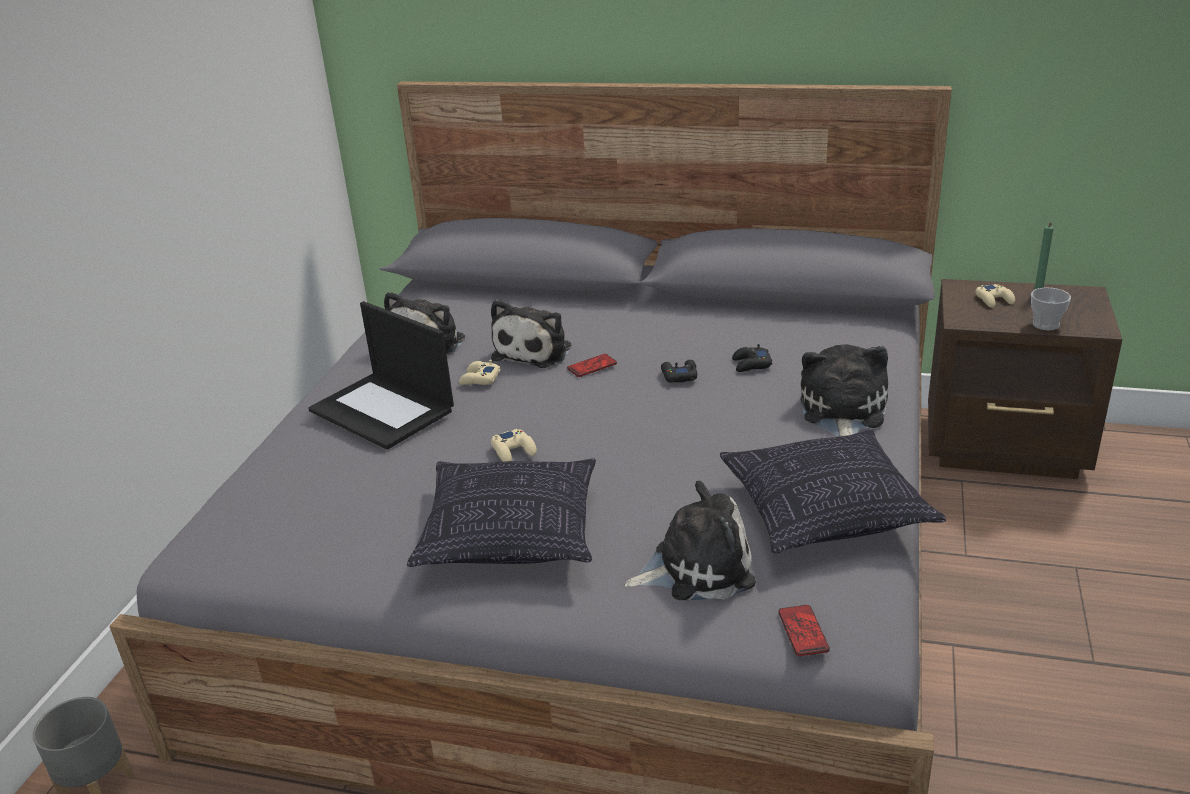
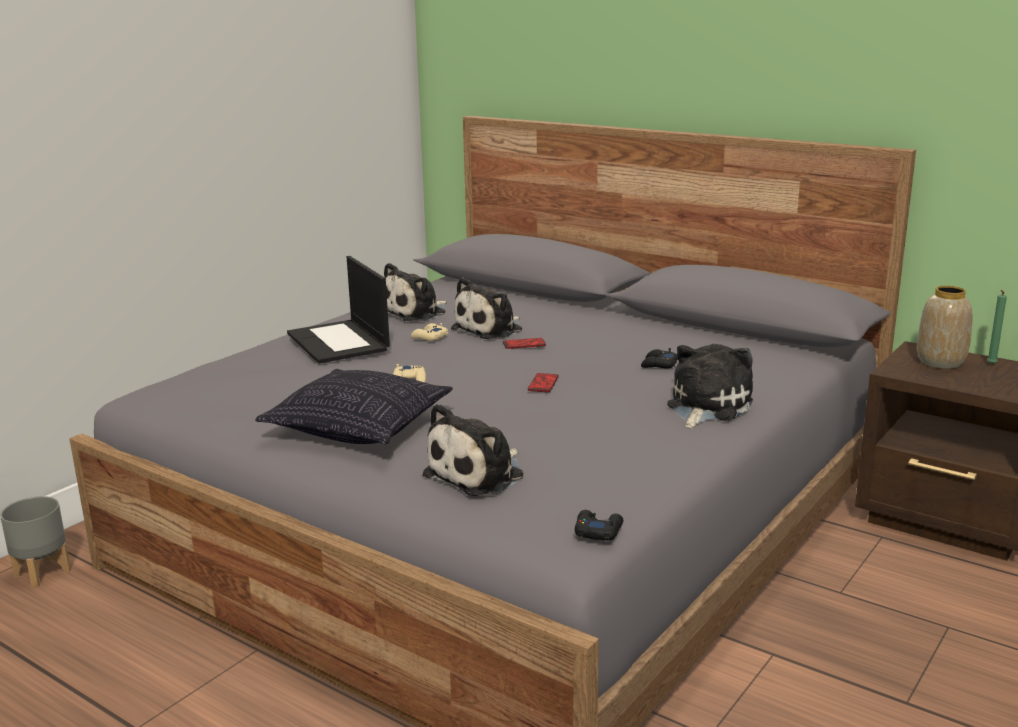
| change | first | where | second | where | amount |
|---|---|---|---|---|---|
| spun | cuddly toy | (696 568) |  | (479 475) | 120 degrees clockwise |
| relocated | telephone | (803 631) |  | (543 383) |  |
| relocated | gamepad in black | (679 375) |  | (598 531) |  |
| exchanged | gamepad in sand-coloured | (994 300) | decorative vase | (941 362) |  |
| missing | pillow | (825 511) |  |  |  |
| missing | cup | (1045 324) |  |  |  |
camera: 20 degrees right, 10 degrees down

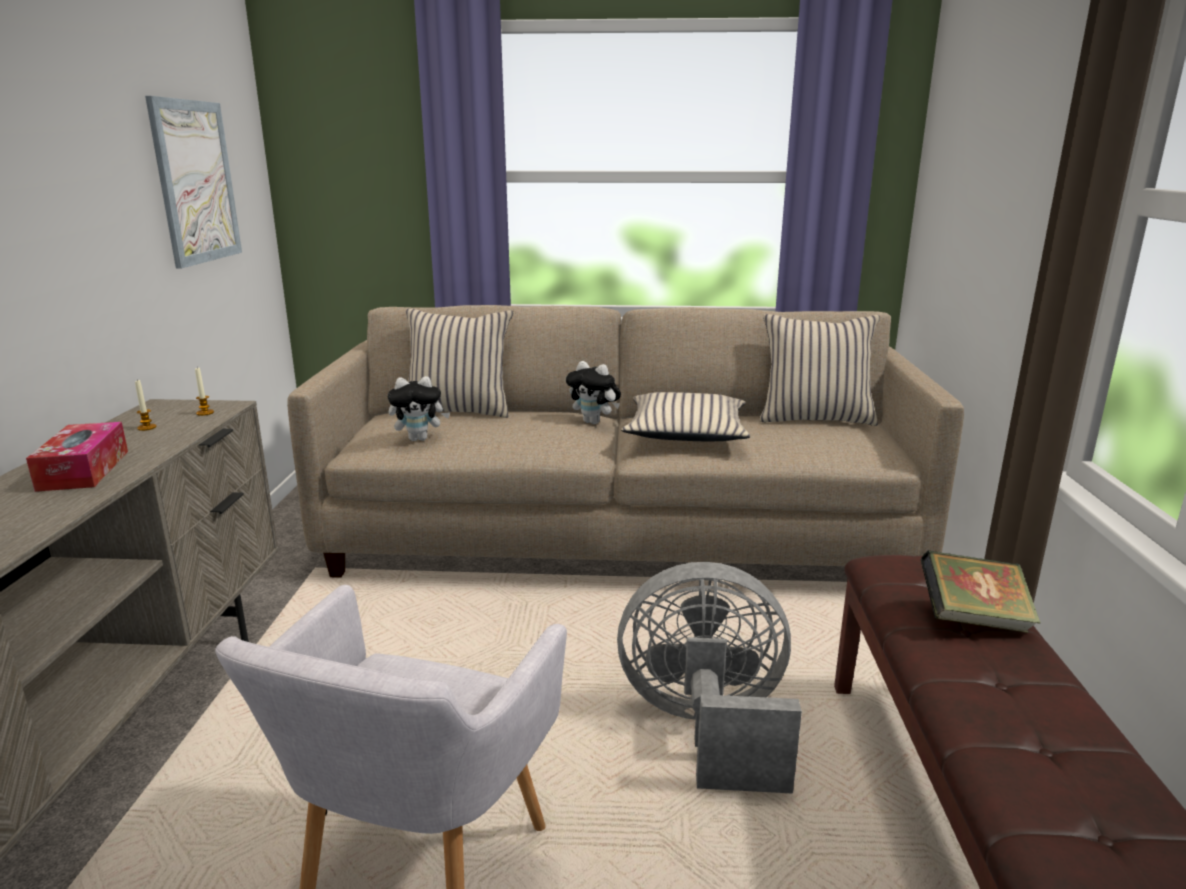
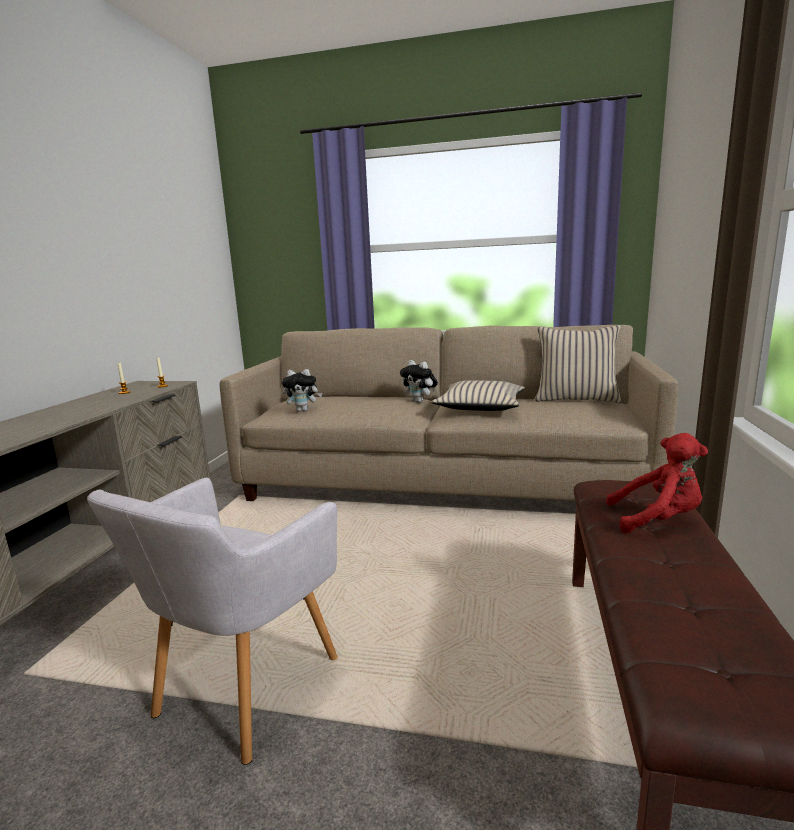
| change | first | where | second | where | amount |
|---|---|---|---|---|---|
| exchanged | bound book | (973 619) | cuddly toy in red-coloured | (657 520) |  |
| missing | tissue holder | (84 470) |  |  |  |
| missing | wall picture | (196 182) |  |  |  |
| missing | pillow in sand-coloured | (458 410) |  |  |  |
| missing | electric fan in gray | (706 728) |  |  |  |
camera: 10 degrees right, 5 degrees down

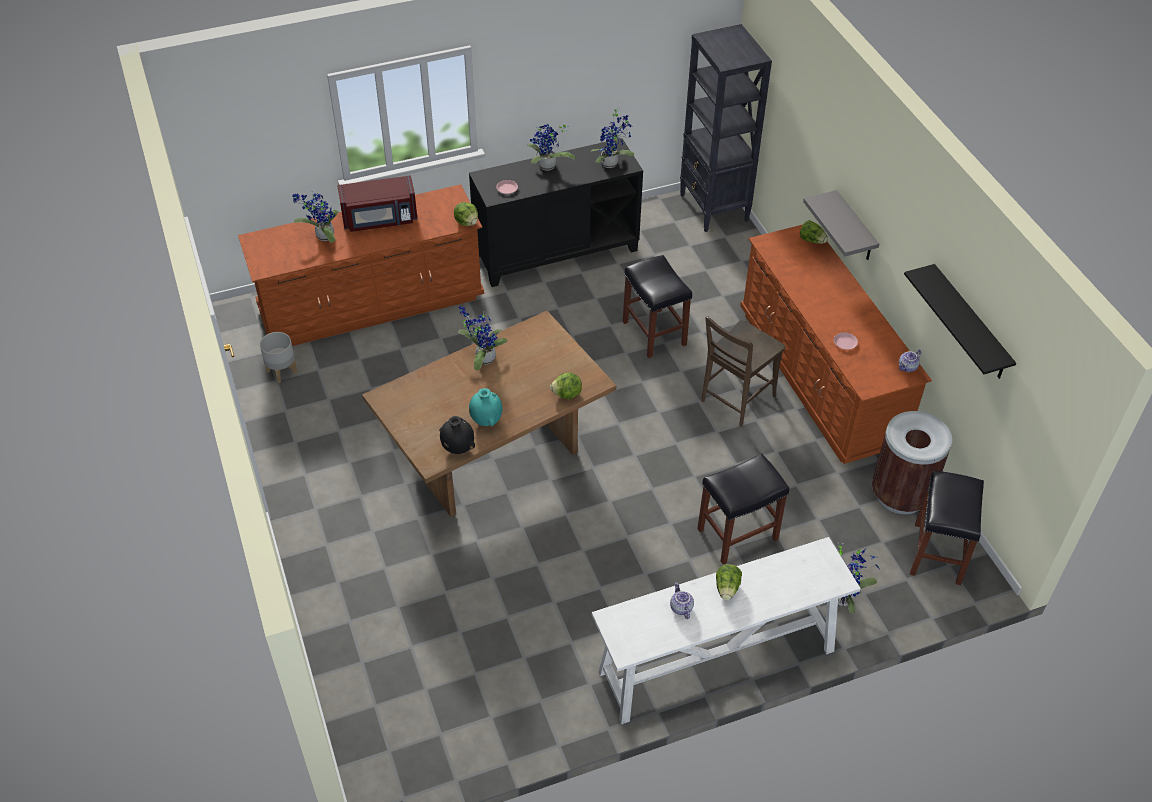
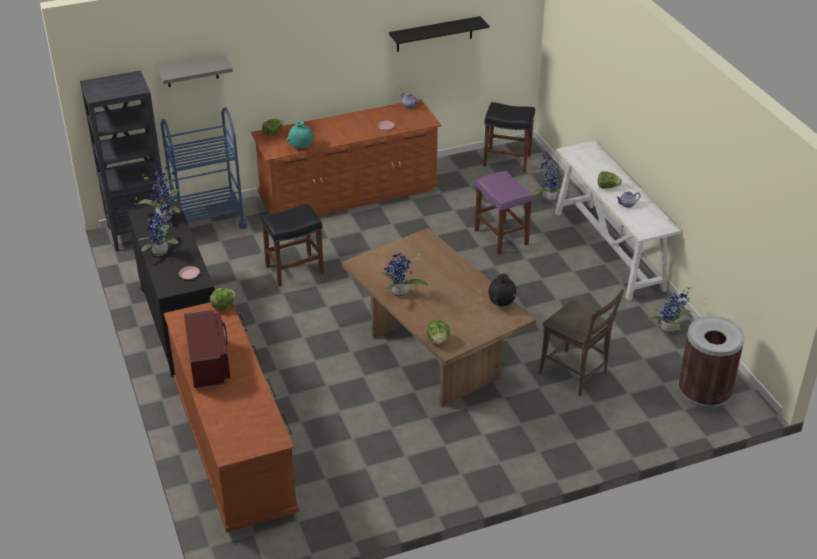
| change | first | where | second | where | amount |
|---|---|---|---|---|---|
| relocated | wall shelf in gray | (855 228) |  | (192 71) |  |
| appeared |  |  | cart in blue-coloured | (208 221) |  |
| relocated | decorative vase in blue-green | (486 420) |  | (301 147) |  |
| relocated | head of lettuce | (567 394) |  | (438 340) |  |
| colour | stool seat in black | (737 535) | stool seat in purple | (502 237) |  |
| relocated | upright chair in brownish | (735 400) |  | (576 375) |  |
| relocated | plant in a pot | (322 237) |  | (669 330) |  |
| relocated | trash can in brownish | (900 494) |  | (704 394) |  |
| missing | plant pot in gray | (282 371) |  |  |  |
camera: 90 degrees left, 10 degrees down

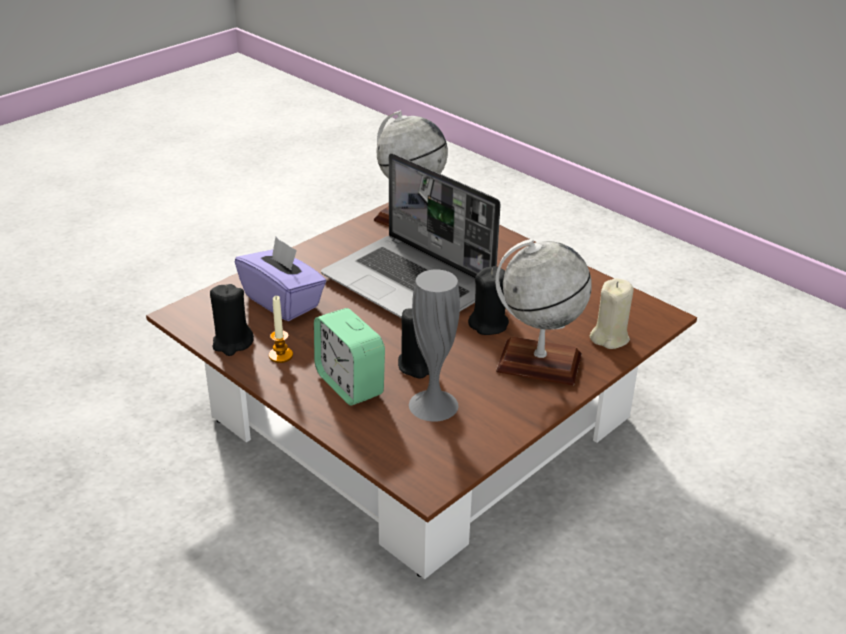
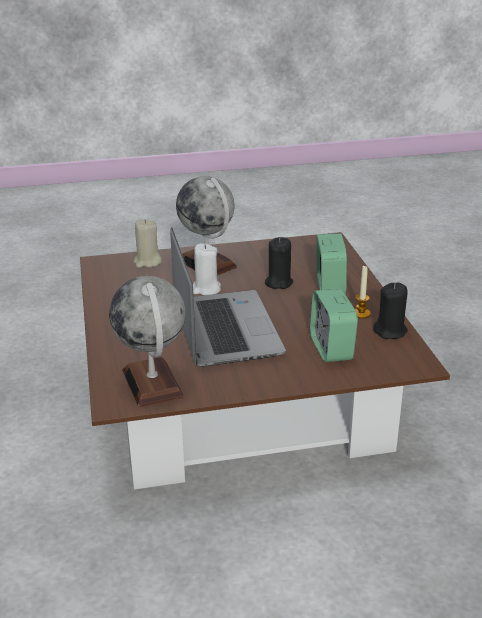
| change | first | where | second | where | amount |
|---|---|---|---|---|---|
| colour | wax candle in black | (489 324) | wax candle in whitish | (206 289) |  |
| exchanged | tissue holder in purple | (283 301) | alarm clock | (331 349) |  |
| missing | decorative vase in gray | (433 405) |  |  |  |
camera: 145 degrees left, 5 degrees down

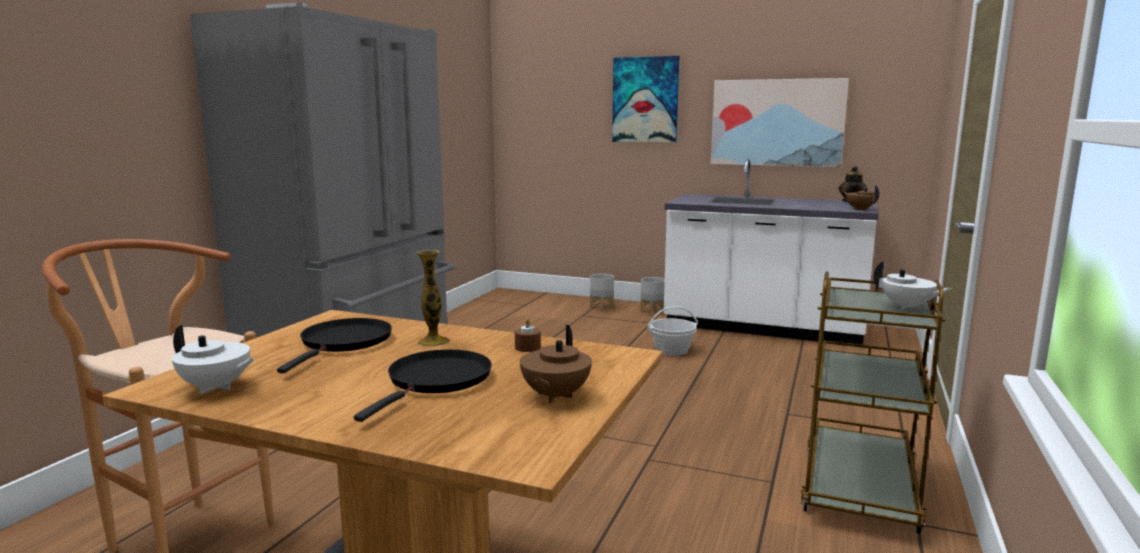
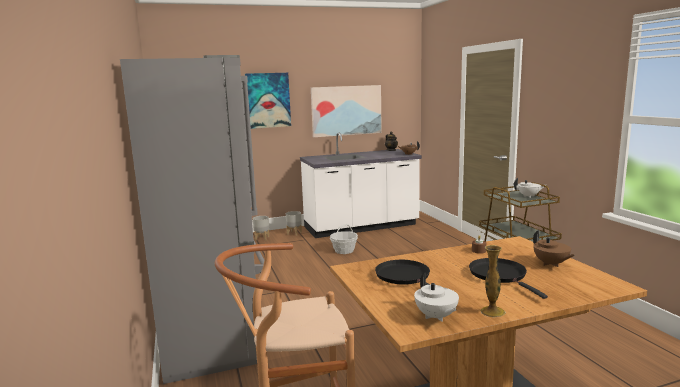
| change | first | where | second | where | amount |
|---|---|---|---|---|---|
| spun | teapot in whitish | (216 387) |  | (436 317) | 90 degrees clockwise |
| relocated | decorative vase | (433 342) |  | (492 312) |  |
camera: 40 degrees left, 0 degrees up

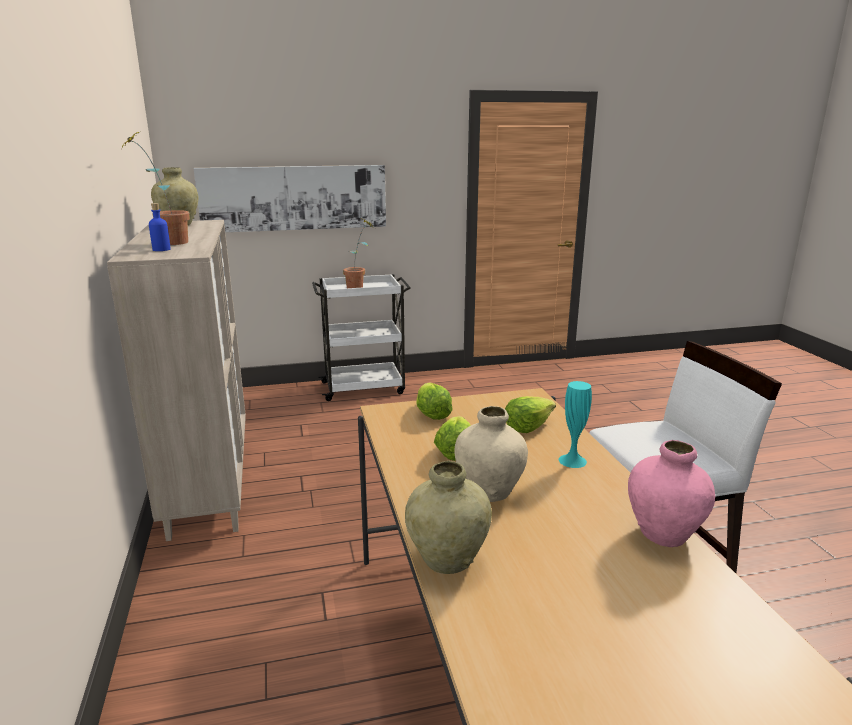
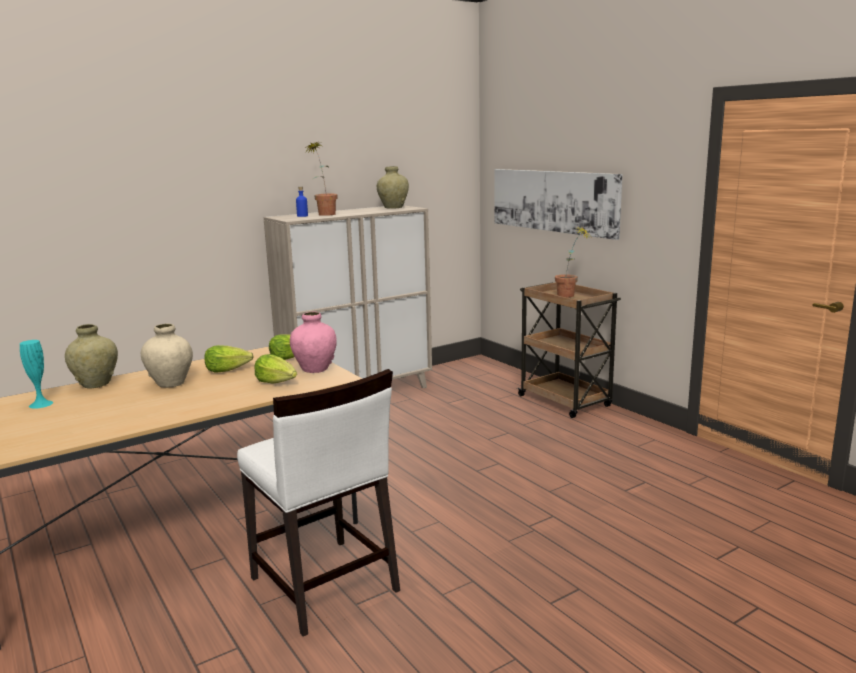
| change | first | where | second | where | amount |
|---|---|---|---|---|---|
| relocated | decorative vase in blue-green | (572 461) |  | (41 404) |  |
| relocated | decorative vase in pink | (663 535) |  | (315 369) |  |
| colour | cart in whitish | (364 388) | cart in brownish | (565 402) |  |
camera: 70 degrees right, 5 degrees down

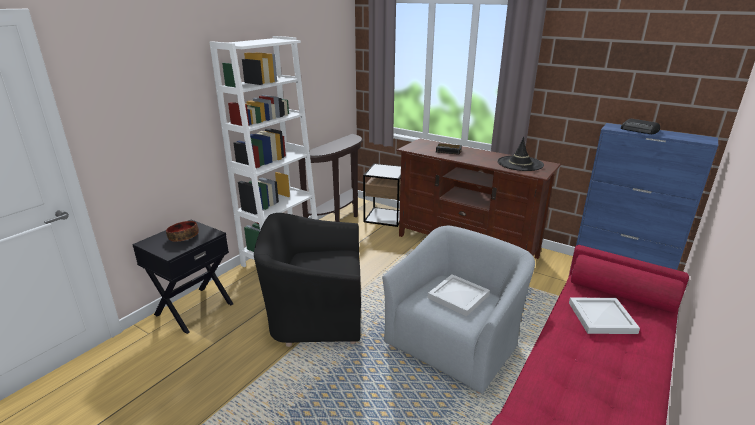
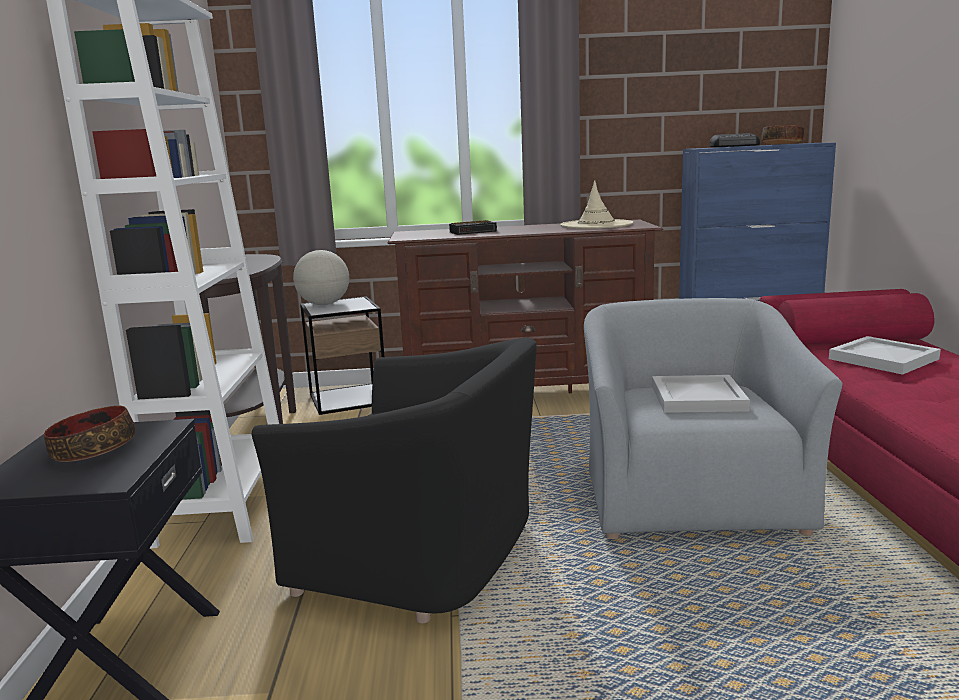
| change | first | where | second | where | amount |
|---|---|---|---|---|---|
| spun | lounge chair in black | (315 314) |  | (422 554) | 120 degrees counterclockwise |
| appeared |  |  | globe | (324 304) |  |
| colour | hat in black | (520 163) | hat in sand-coloured | (596 225) |  |
| appeared |  |  | serving bowl | (782 144) |  |
camera: 35 degrees left, 10 degrees down

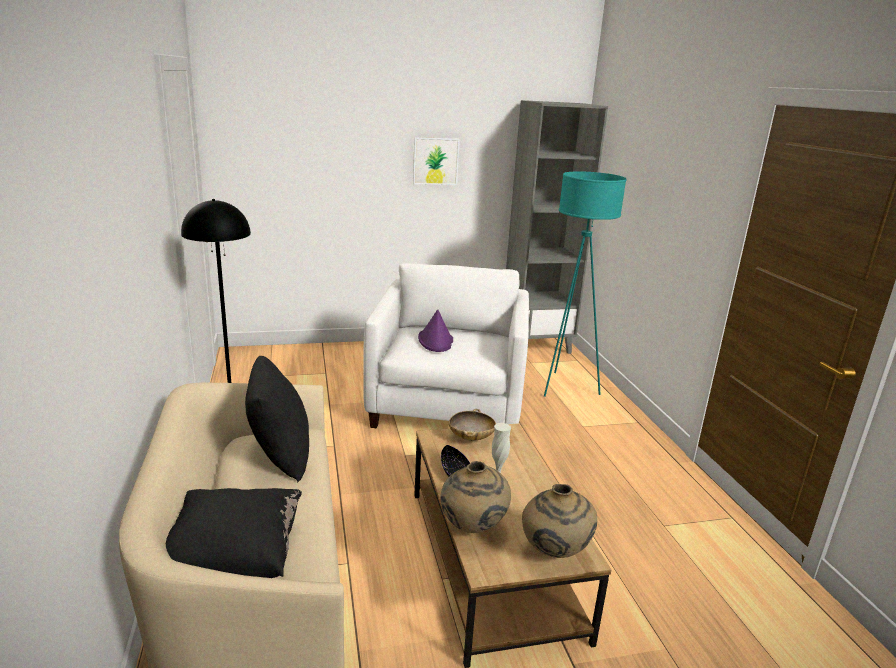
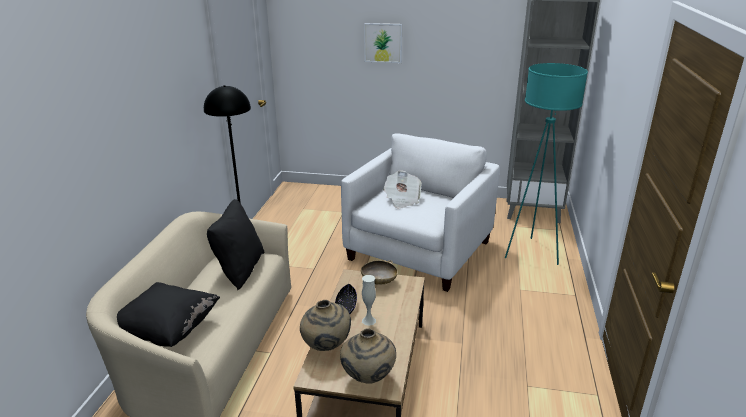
| change | first | where | second | where | amount |
|---|---|---|---|---|---|
| relocated | wall picture | (435 161) |  | (383 43) |  |
| exchanged | hat in purple | (435 340) | daily paper | (402 199) |  |
camera: 25 degrees right, 5 degrees up

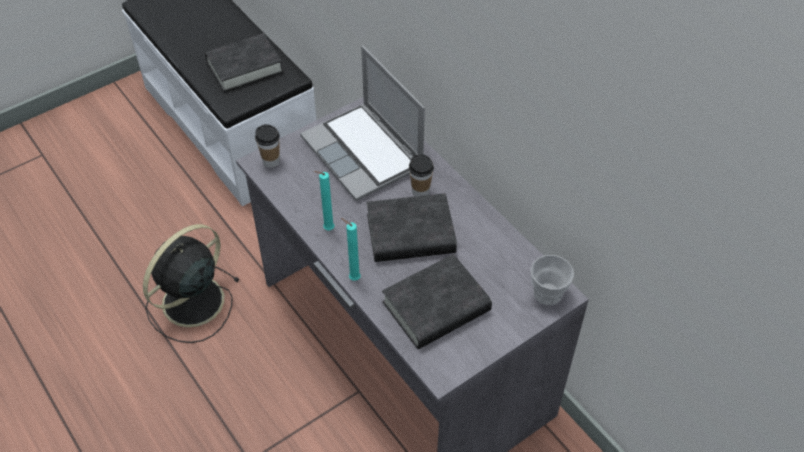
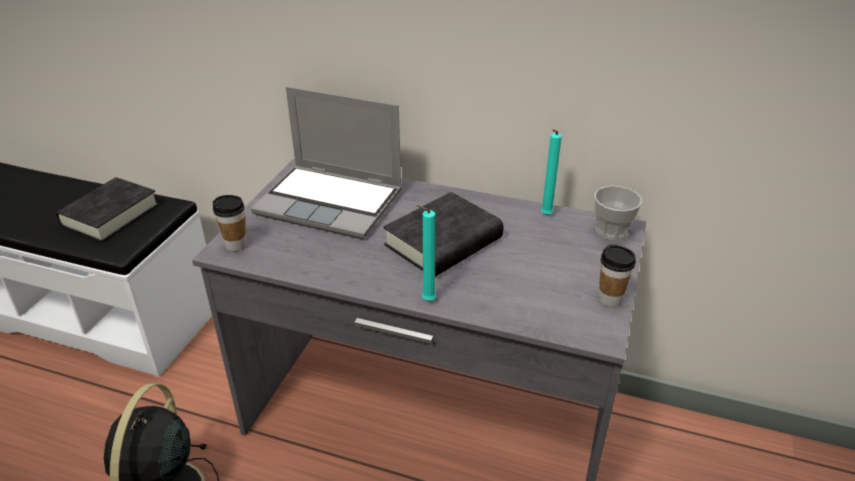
| change | first | where | second | where | amount |
|---|---|---|---|---|---|
| relocated | wax candle in blue-green | (327 229) |  | (545 216) |  |
| relocated | cup | (420 191) |  | (610 299) |  |
| missing | bound book in black | (436 307) |  |  |  |
camera: 35 degrees left, 15 degrees down

